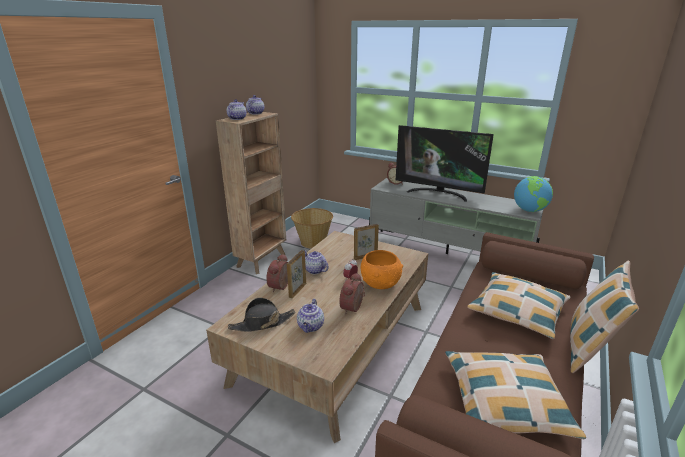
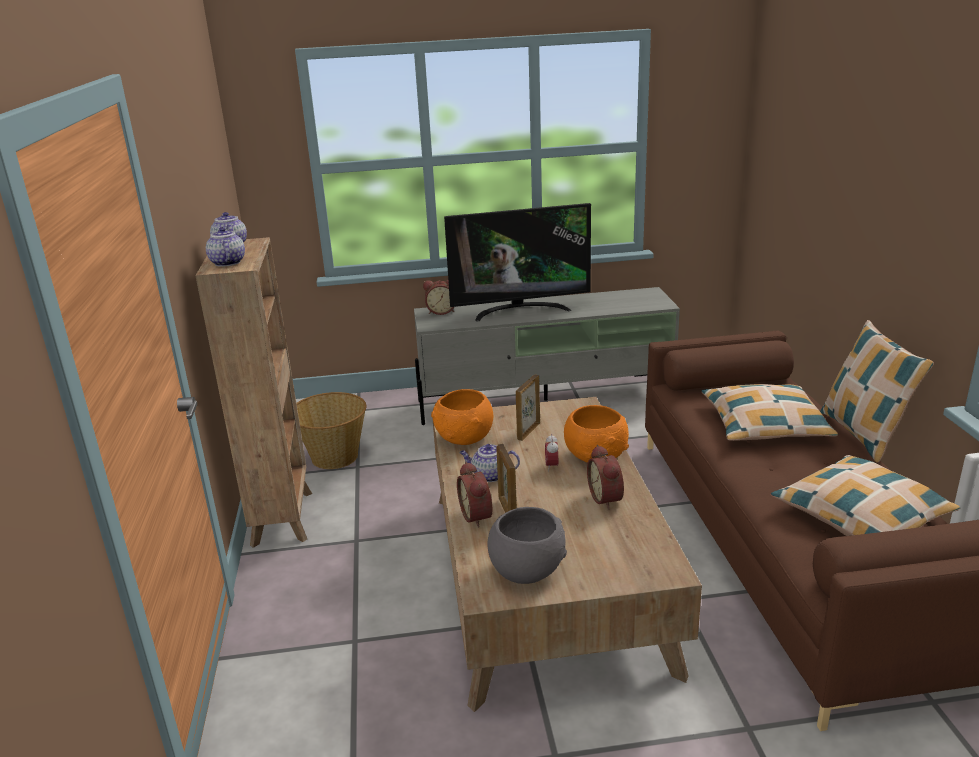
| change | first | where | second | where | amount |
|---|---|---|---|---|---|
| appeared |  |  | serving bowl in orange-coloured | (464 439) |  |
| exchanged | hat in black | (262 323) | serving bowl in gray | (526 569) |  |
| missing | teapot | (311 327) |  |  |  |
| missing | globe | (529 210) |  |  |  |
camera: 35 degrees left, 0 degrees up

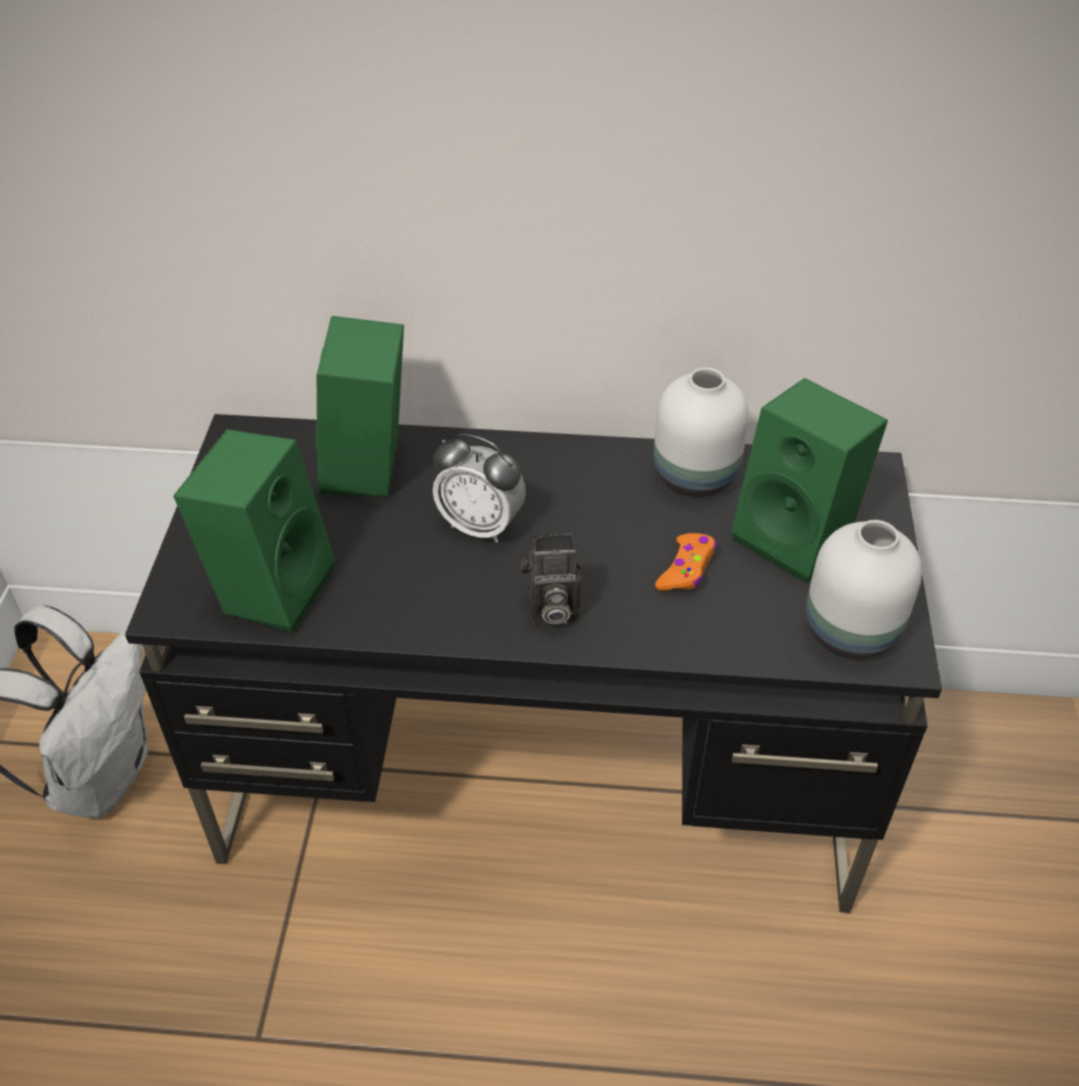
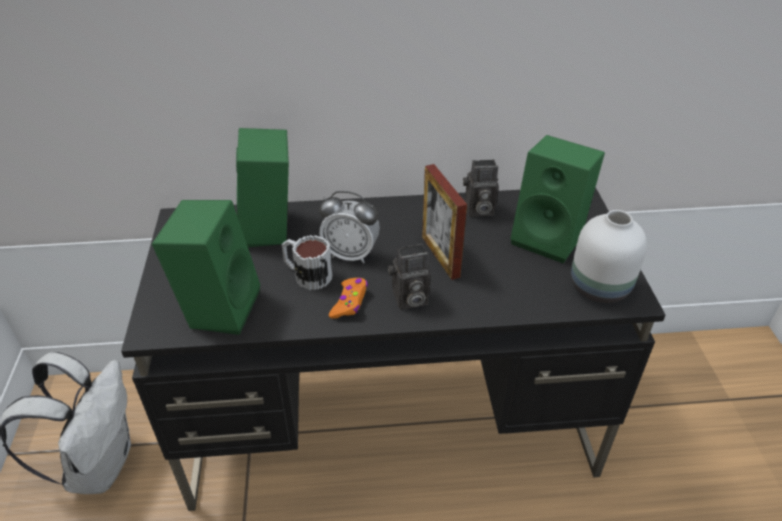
| change | first | where | second | where | amount |
|---|---|---|---|---|---|
| appeared |  |  | tea mug | (307 275) |  |
| relocated | gamepad in orange-coloured | (686 569) |  | (349 302) |  |
| appeared |  |  | picture frame | (440 256) |  |
| exchanged | decorative vase in whitish | (696 474) | still camera | (478 210) |  |
camera: 10 degrees left, 5 degrees down

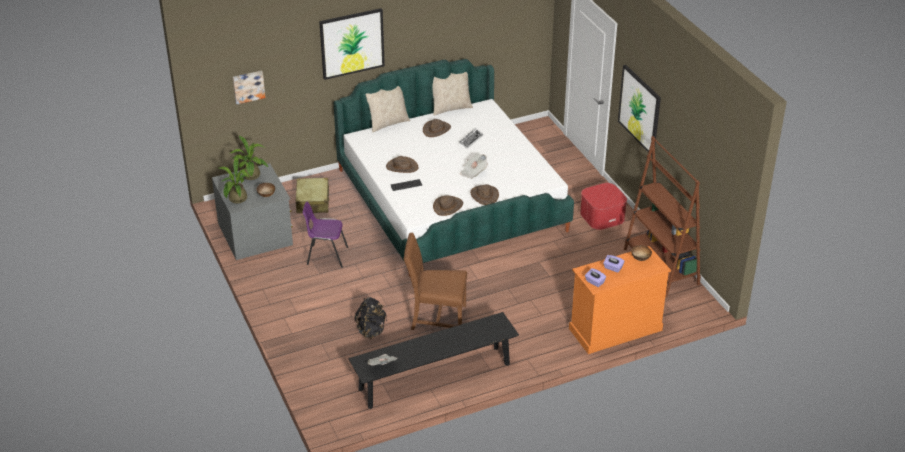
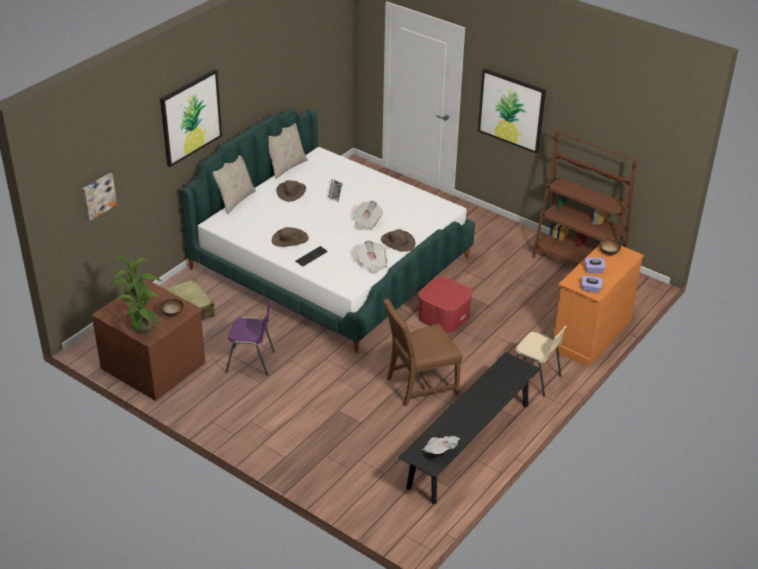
| change | first | where | second | where | amount |
|---|---|---|---|---|---|
| colour | dresser in gray | (256 233) | dresser in brownish | (154 364) |  |
| spun | upright chair in purple | (326 256) |  | (252 362) | 150 degrees counterclockwise |
| exchanged | hat in brownish | (448 206) | daily paper | (372 264) |  |
| relocated | footrest | (602 216) |  | (444 316) |  |
| appeared |  |  | upright chair in sand-coloured | (534 378) |  |
| missing | rucksack in black | (372 330) |  |  |  |
camera: 30 degrees left, 0 degrees up

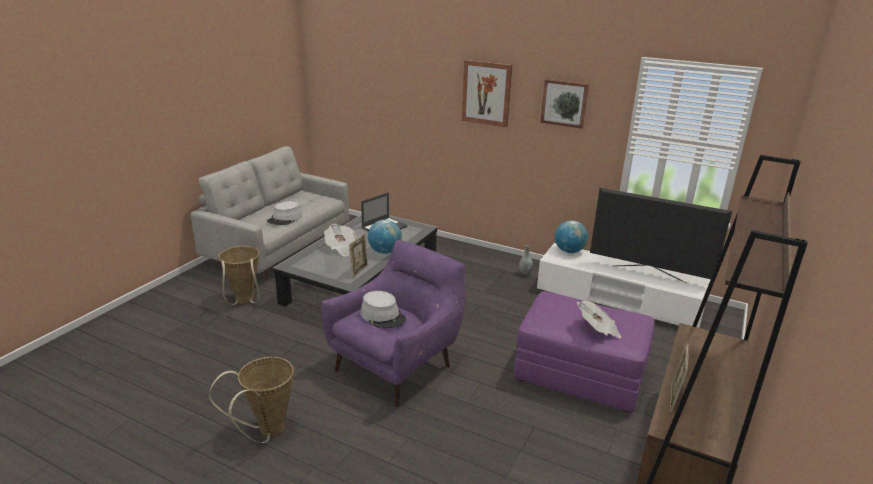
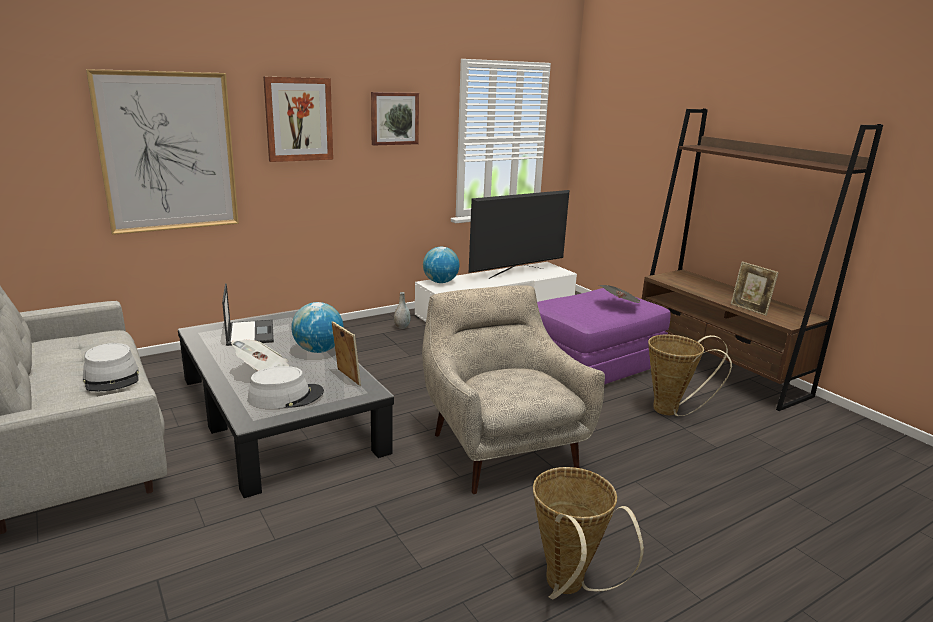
| change | first | where | second | where | amount |
|---|---|---|---|---|---|
| appeared |  |  | wall picture | (168 152) |  |
| relocated | hat in gray | (383 316) |  | (286 396) |  |
| colour | lounge chair in purple | (397 366) | lounge chair in sand-coloured | (501 448) |  |
| relocated | household basket | (244 303) |  | (672 411) |  |
camera: 60 degrees left, 5 degrees down

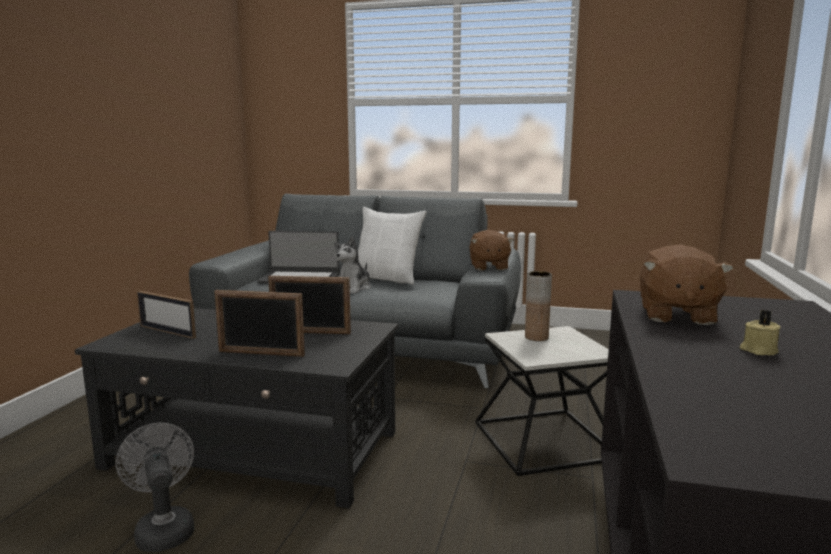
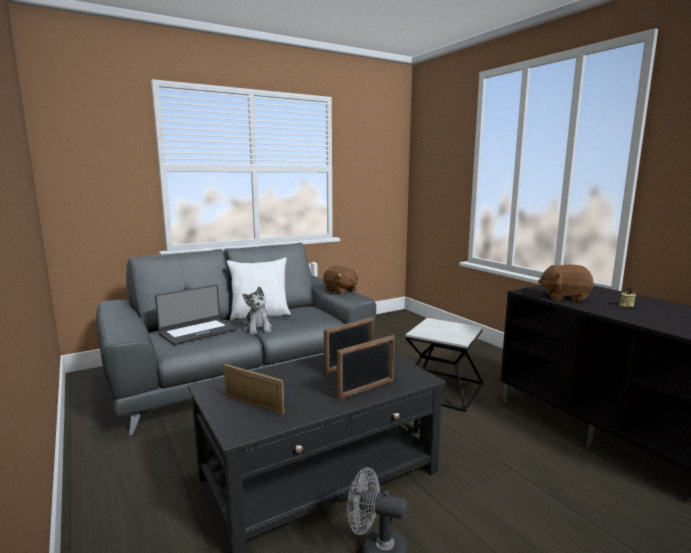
| change | first | where | second | where | amount |
|---|---|---|---|---|---|
| spun | picture frame | (167 331) |  | (253 404) | 135 degrees counterclockwise |
| spun | cuddly toy in brownish | (676 315) |  | (564 297) | 135 degrees clockwise |
| missing | decorative vase in brownish | (536 337) |  |  |  |
camera: 45 degrees left, 0 degrees up

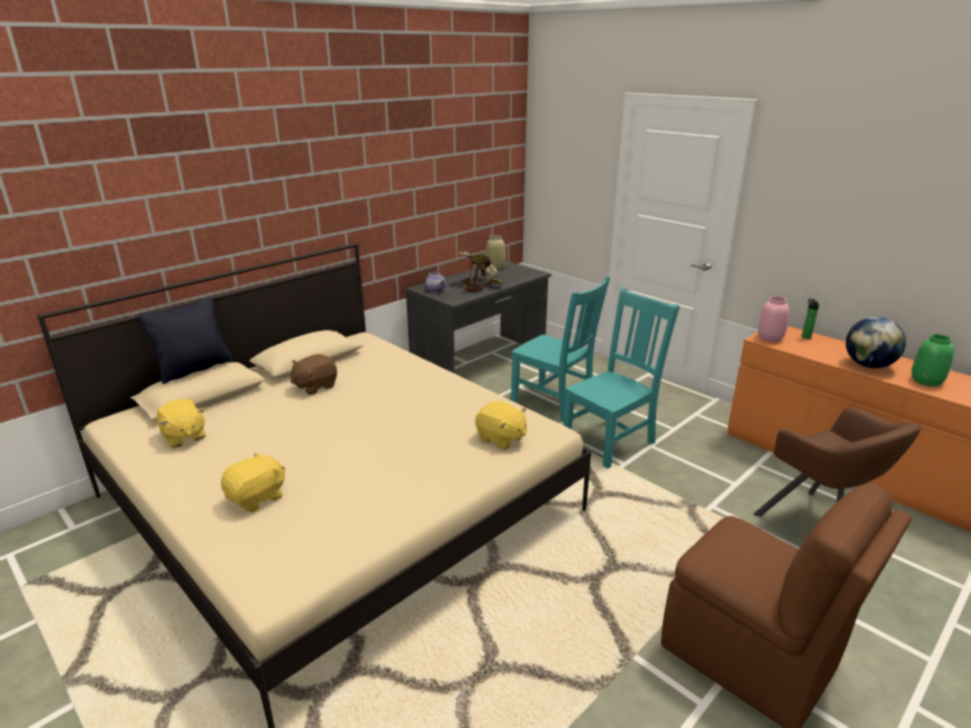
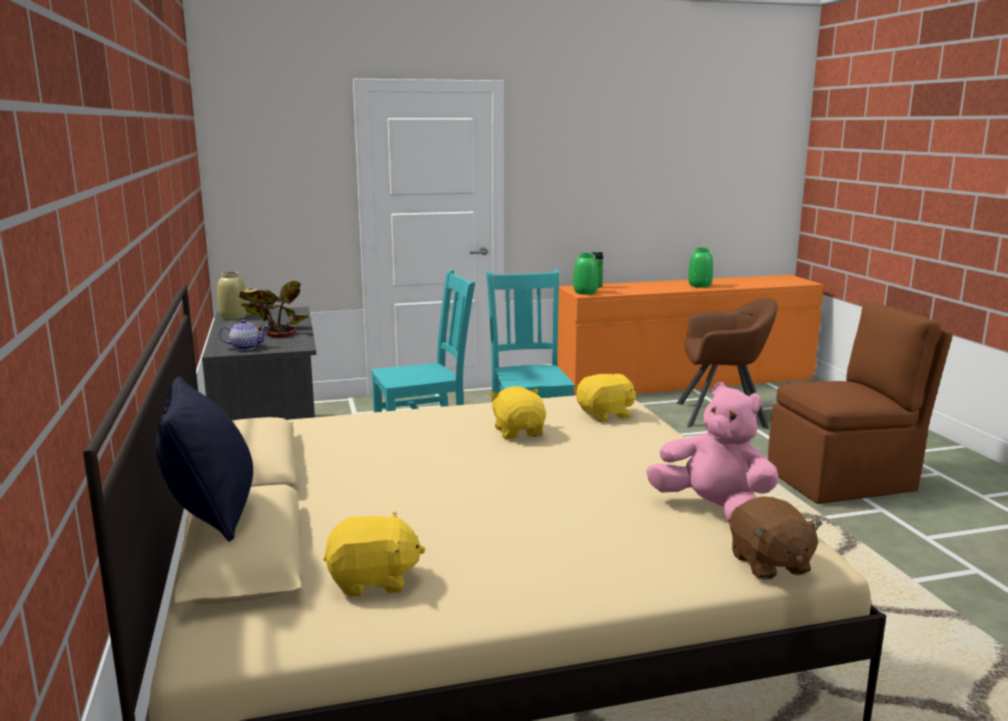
| change | first | where | second | where | amount |
|---|---|---|---|---|---|
| relocated | cuddly toy in yellow-coloured | (257 498) |  | (519 432) |  |
| colour | decorative vase in pink | (770 338) | decorative vase in green | (585 292) |  |
| appeared |  |  | cuddly toy in pink | (714 510) |  |
| relocated | cuddly toy in brownish | (315 386) |  | (769 564) |  |
| missing | globe | (868 365) |  |  |  |
camera: 60 degrees left, 10 degrees down

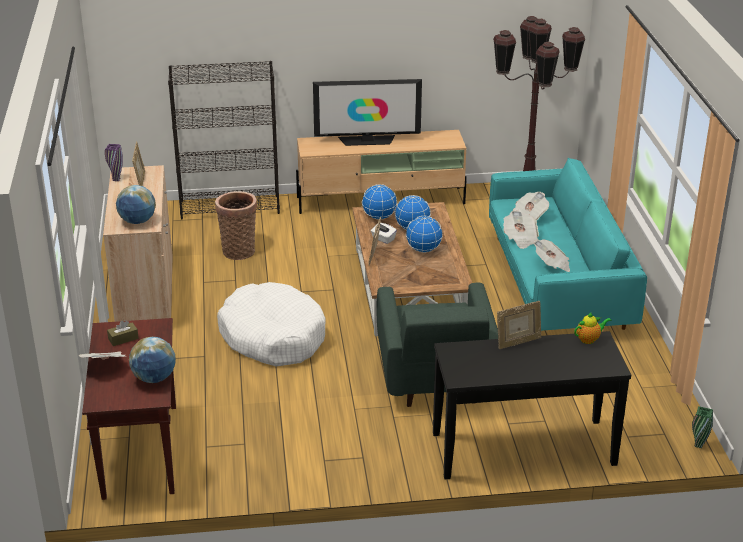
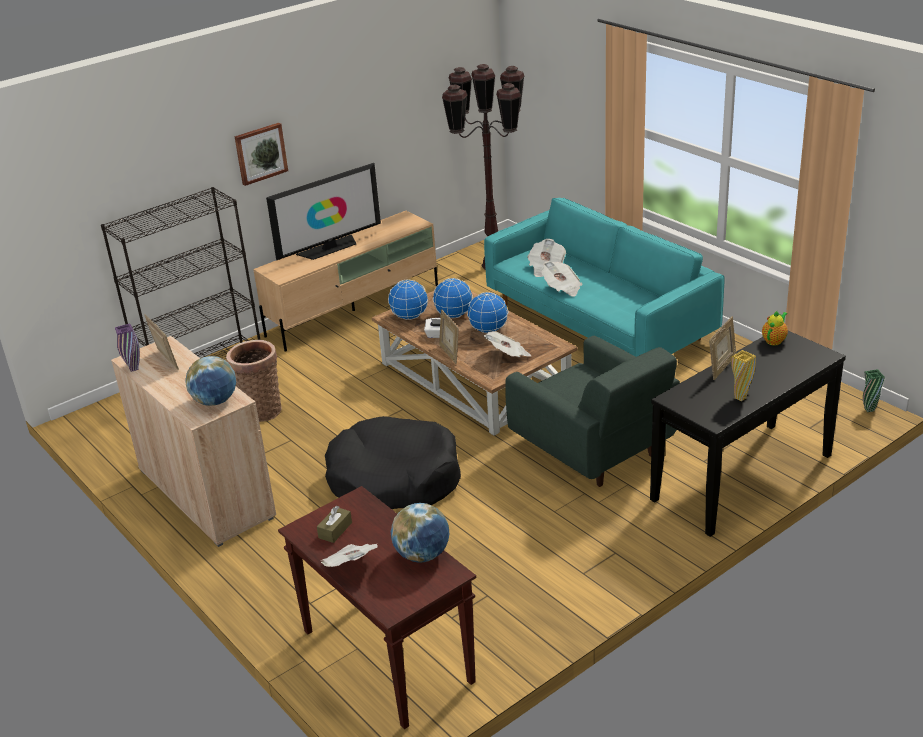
| change | first | where | second | where | amount |
|---|---|---|---|---|---|
| appeared |  |  | wall picture | (260 153) |  |
| colour | pet bed in whitish | (273 336) | pet bed in black | (394 478) |  |
| relocated | daily paper | (552 264) |  | (508 355) |  |
| appeared |  |  | decorative vase in yellow-coloured | (740 398) |  |
camera: 30 degrees left, 0 degrees up

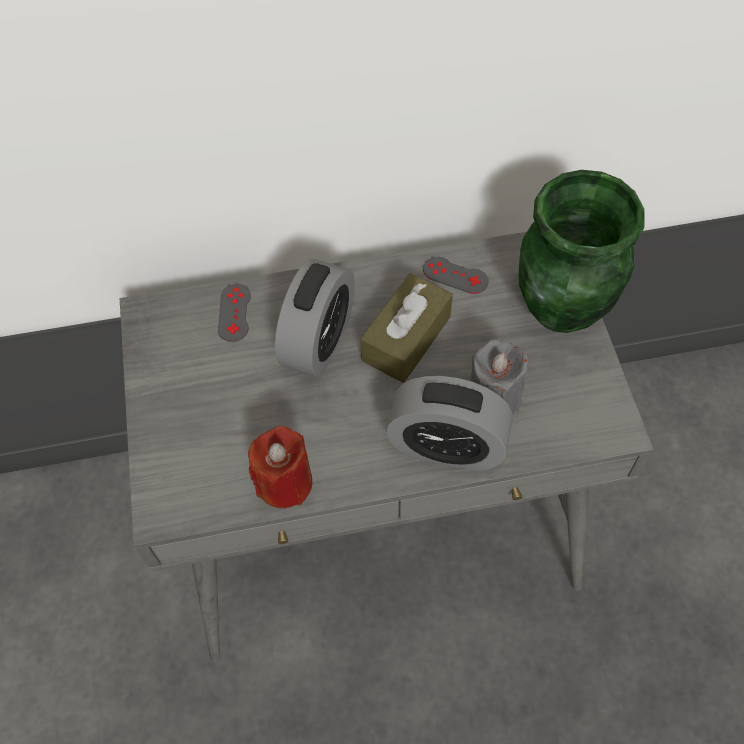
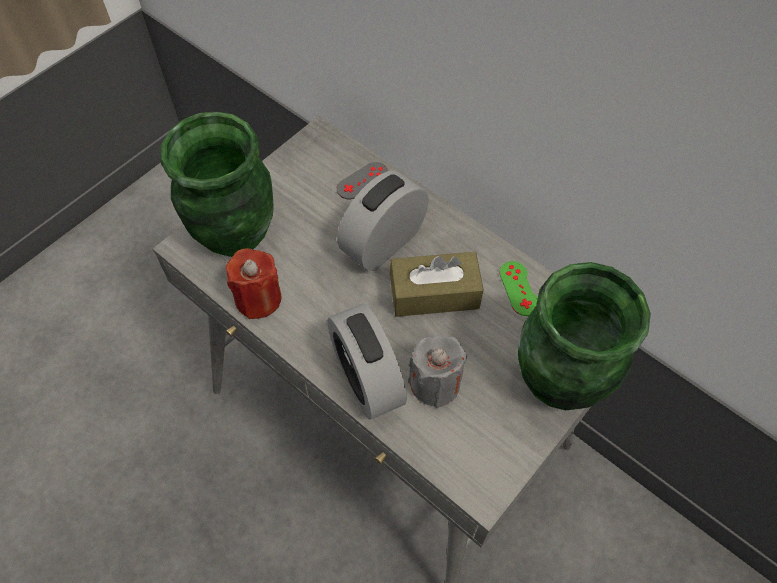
| change | first | where | second | where | amount |
|---|---|---|---|---|---|
| appeared |  |  | decorative vase in green | (234 235) |  |
| spun | alarm clock | (319 341) |  | (383 243) | 150 degrees clockwise |
| colour | gamepad in gray | (455 275) | gamepad in green | (519 288) |  |
camera: 50 degrees right, 0 degrees up

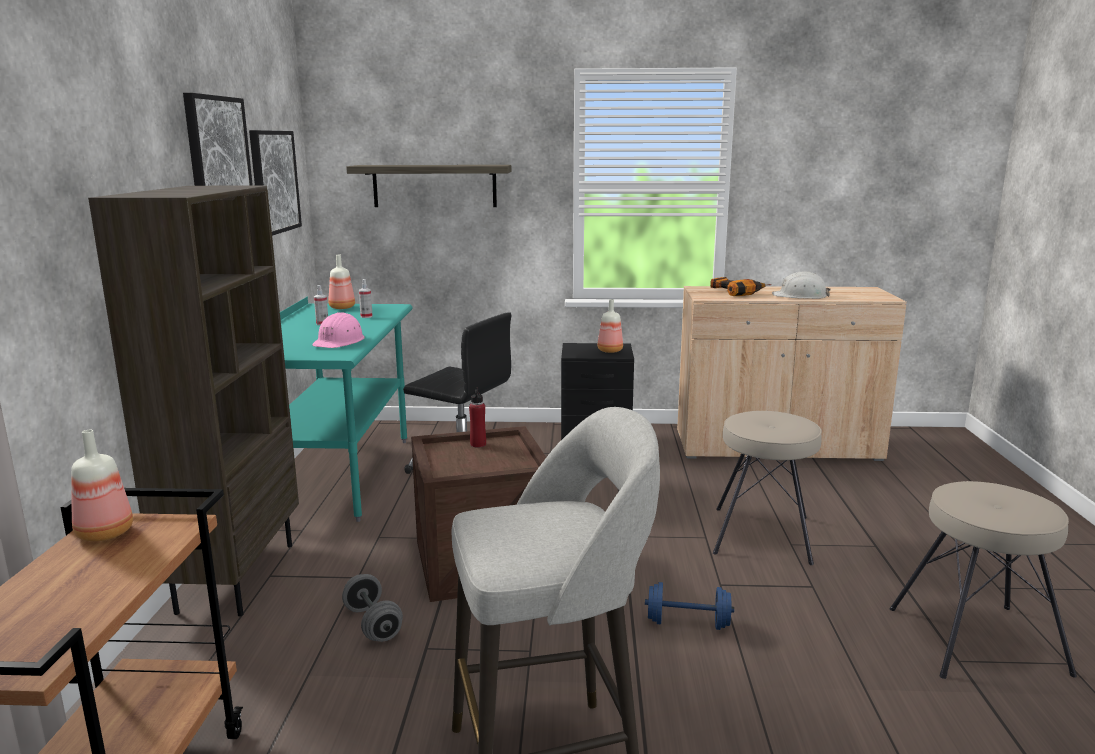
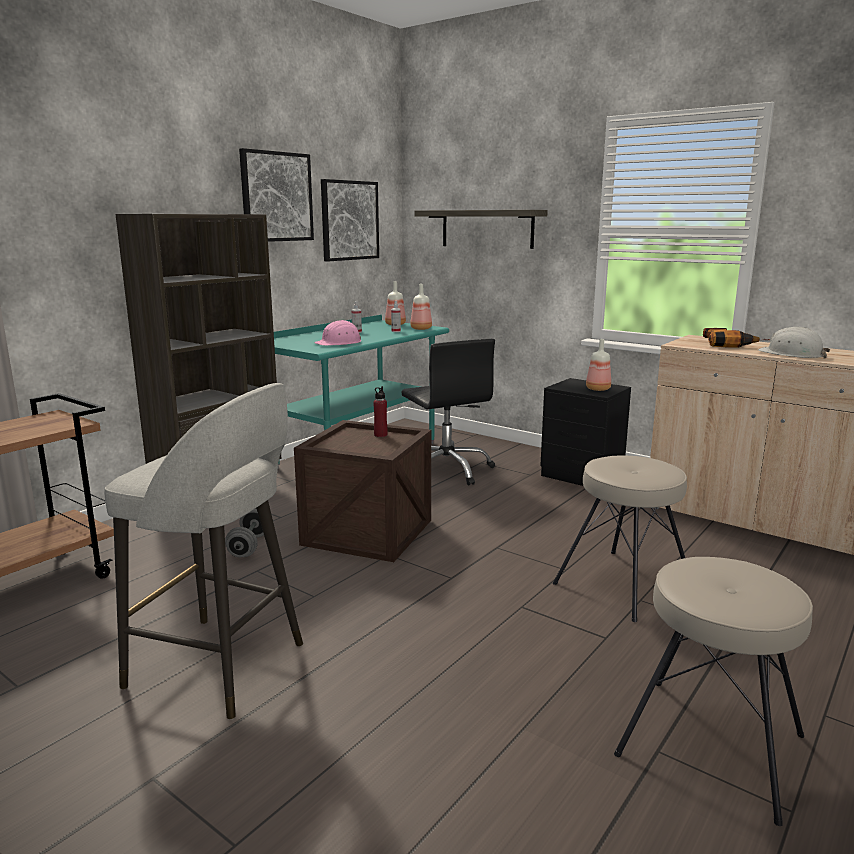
| change | first | where | second | where | amount |
|---|---|---|---|---|---|
| relocated | bottle | (105 534) |  | (421 329) |  |
| missing | free weight in blue-coloured | (688 623) |  |  |  |
camera: 35 degrees right, 0 degrees up

